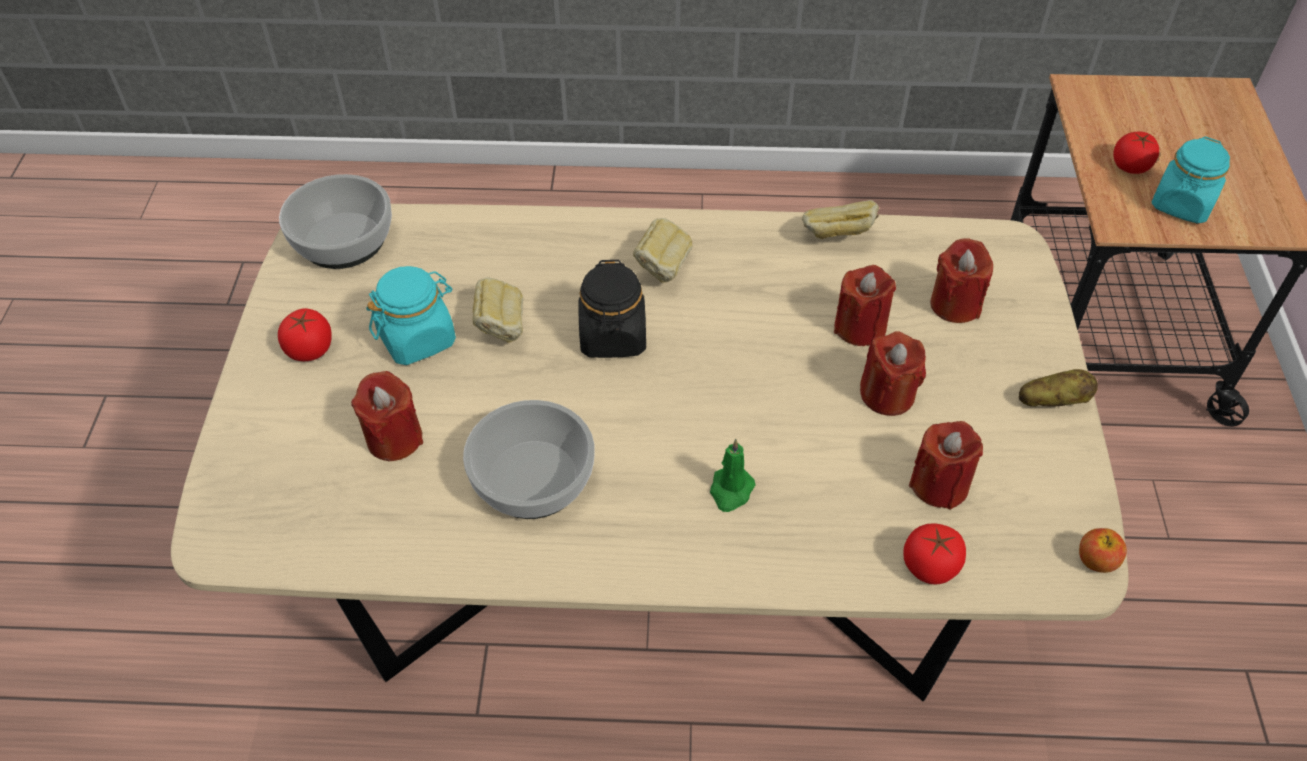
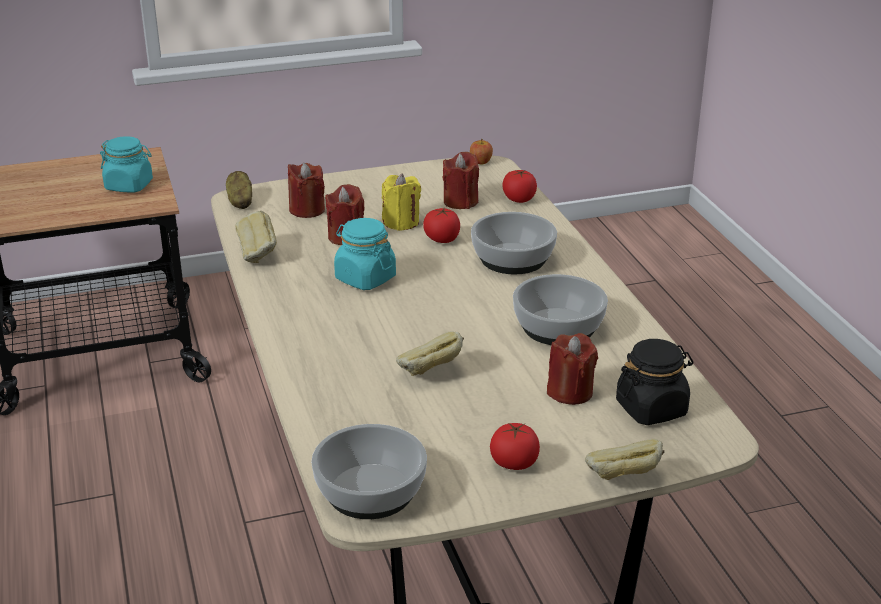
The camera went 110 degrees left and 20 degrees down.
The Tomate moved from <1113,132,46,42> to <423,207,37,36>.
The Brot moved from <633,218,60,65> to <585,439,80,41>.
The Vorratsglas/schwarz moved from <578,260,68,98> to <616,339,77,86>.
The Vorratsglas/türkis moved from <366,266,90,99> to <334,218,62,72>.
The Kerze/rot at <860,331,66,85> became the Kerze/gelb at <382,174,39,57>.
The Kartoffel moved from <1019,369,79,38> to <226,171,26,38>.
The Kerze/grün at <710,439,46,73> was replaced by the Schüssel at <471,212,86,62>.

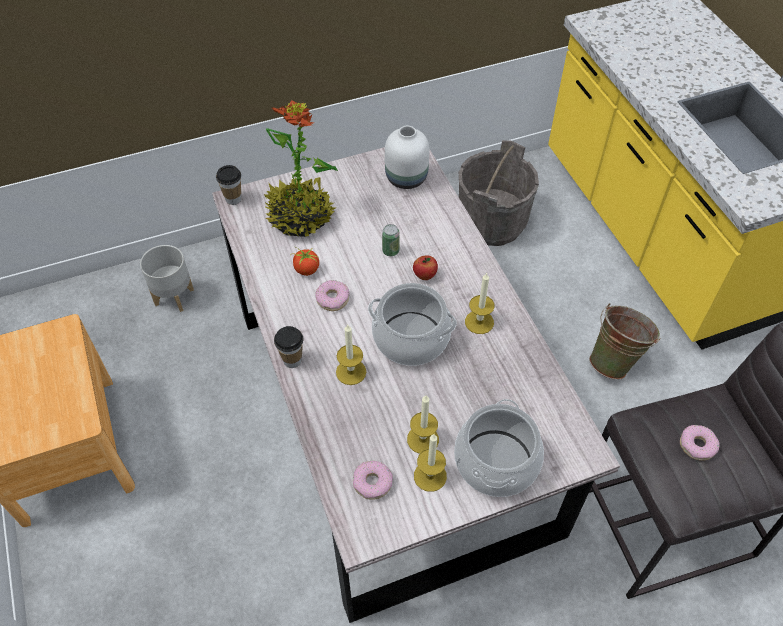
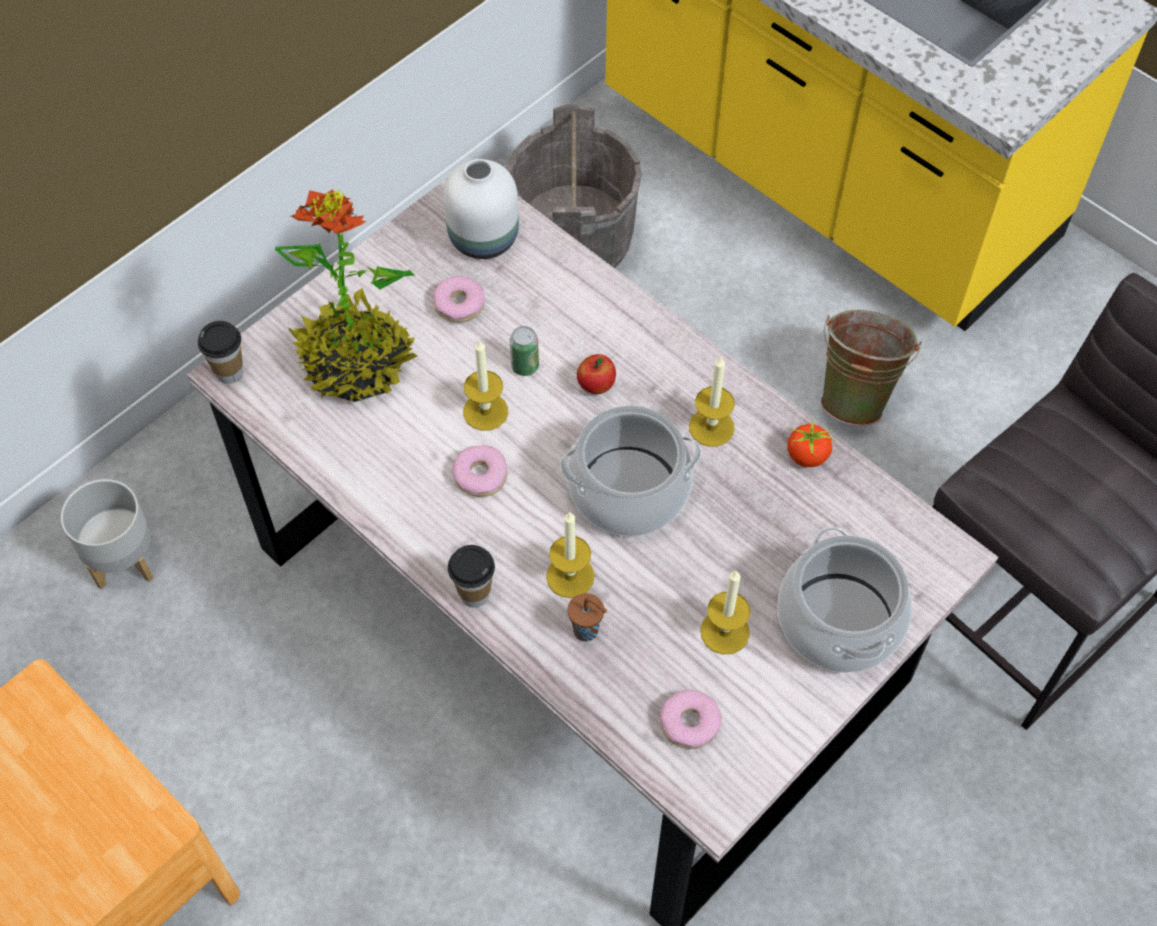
The camera went 25 degrees left and 5 degrees up.
The Tomate moved from <290,246,29,30> to <787,418,48,49>.
The Donut moved from <680,425,39,36> to <433,276,52,47>.
The Kerze moved from <414,434,33,58> to <463,340,45,91>.
The Tasse/braun at <568,593,39,49> appeared.

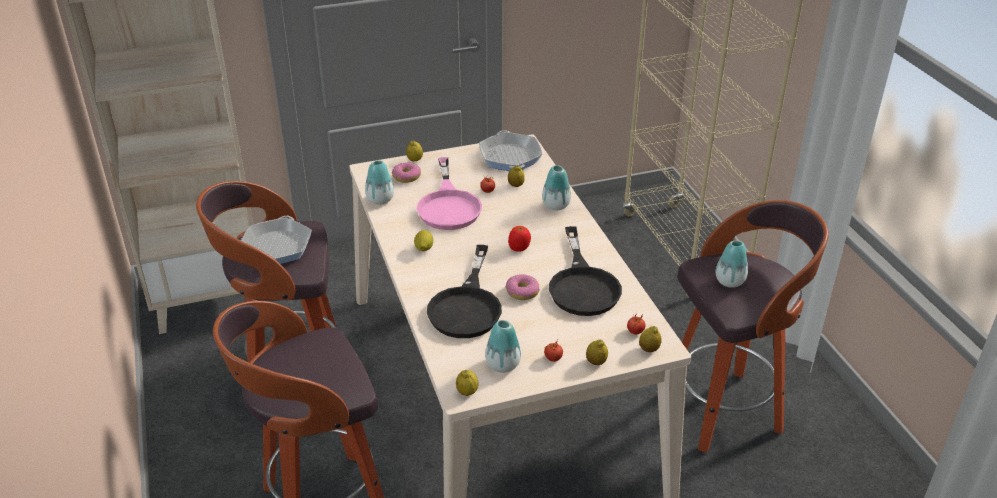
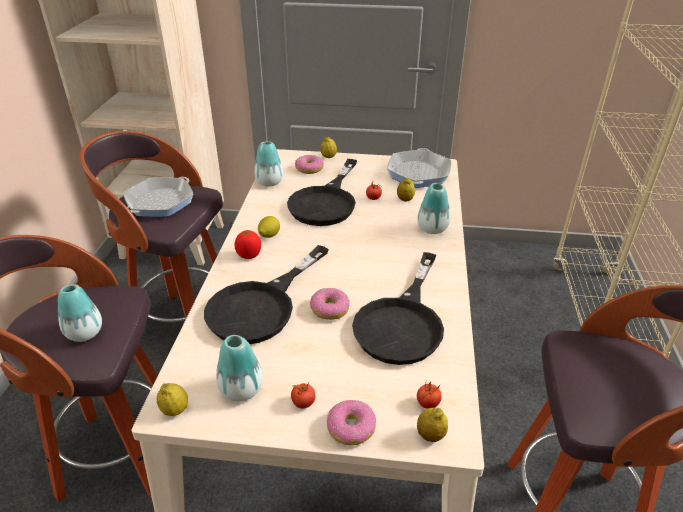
The camera went 25 degrees right and 0 degrees up.
The Pfanne/rosa at <417,157,65,73> became the Pfanne/schwarz at <287,159,70,67>.
The Tomate moved from <508,226,23,26> to <234,230,27,29>.
The Vase moved from <716,240,32,48> to <58,284,44,58>.
The Zitrone at <586,339,22,26> was replaced by the Donut at <327,400,49,45>.

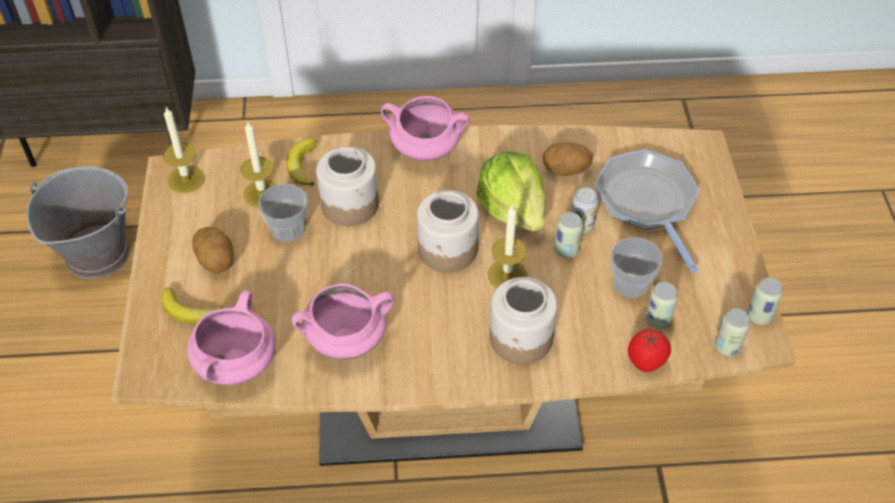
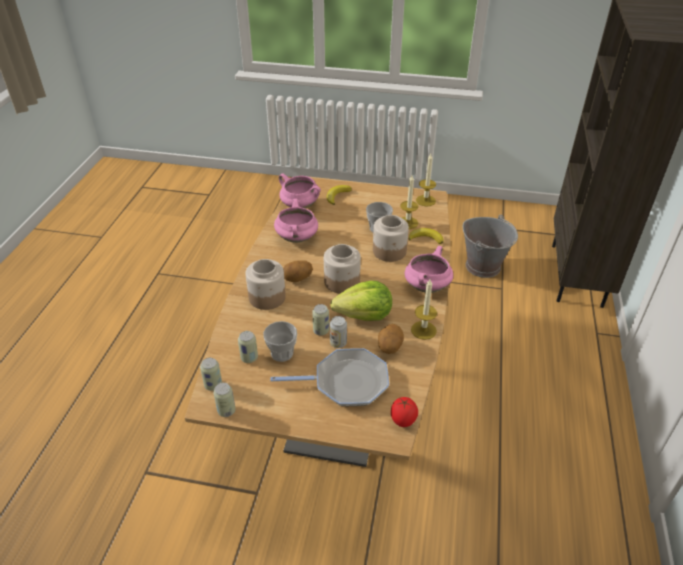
The camera went 105 degrees right and 10 degrees down.
The Kerze moved from <488,204,39,84> to <411,279,26,61>.
The Kartoffel moved from <192,227,42,47> to <283,260,30,22>.
The Tomate moved from <628,329,43,43> to <391,397,27,30>.

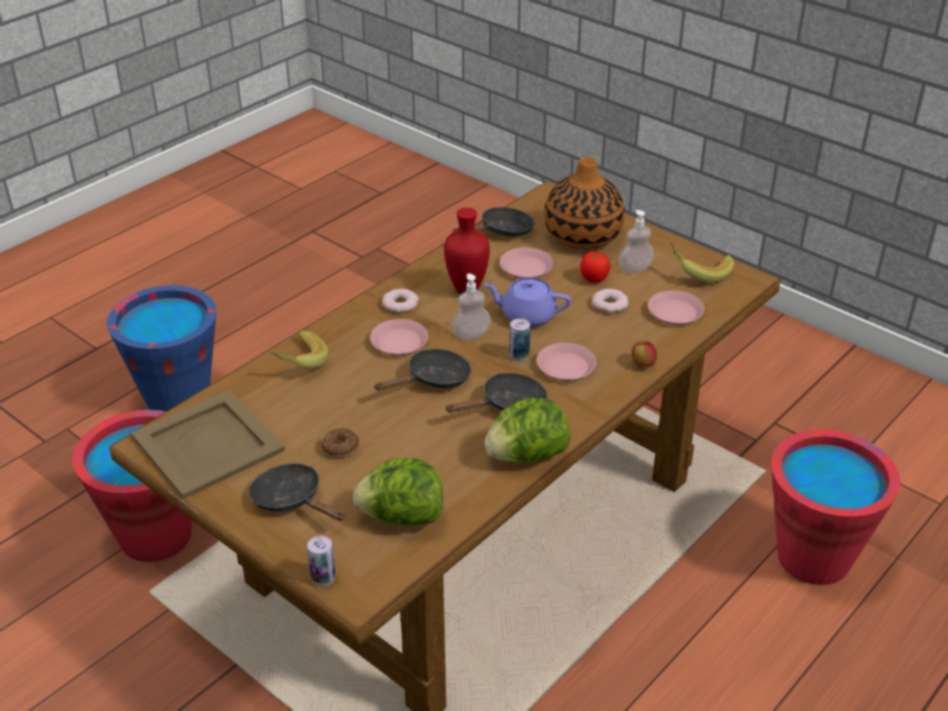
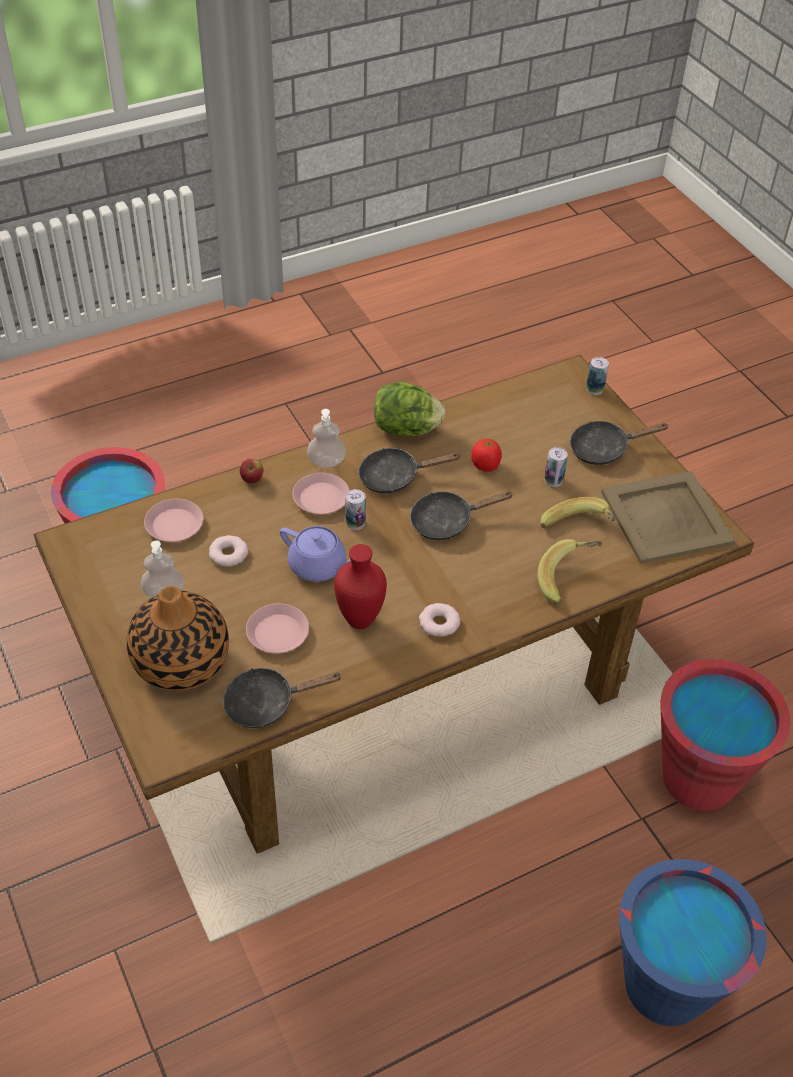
The camera went 160 degrees left and 10 degrees up.
The Banane moved from <670,243,64,40> to <540,497,76,31>.
The Tomate moved from <580,252,30,31> to <471,439,31,33>.
The Seifenspender moved from <452,273,39,67> to <307,409,39,58>.
The Teller/rosa at <370,319,58,37> disappeared.
The Donut at <321,428,38,30> was replaced by the Dose at <544,447,24,40>.
The Salatkopf at <353,458,90,68> disappeared.
The Pfanne/schwarz at <249,463,96,58> turned 105 degrees clockwise.

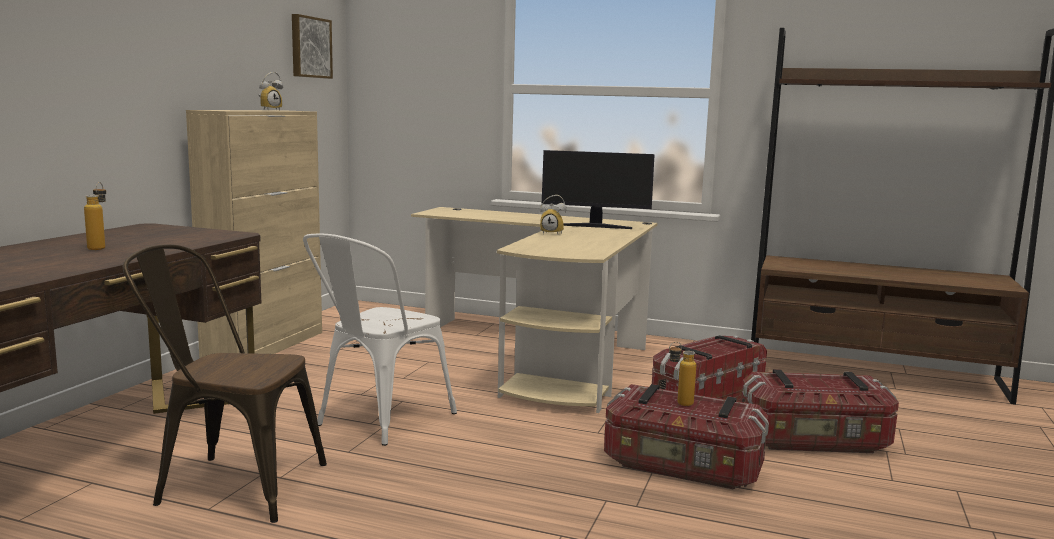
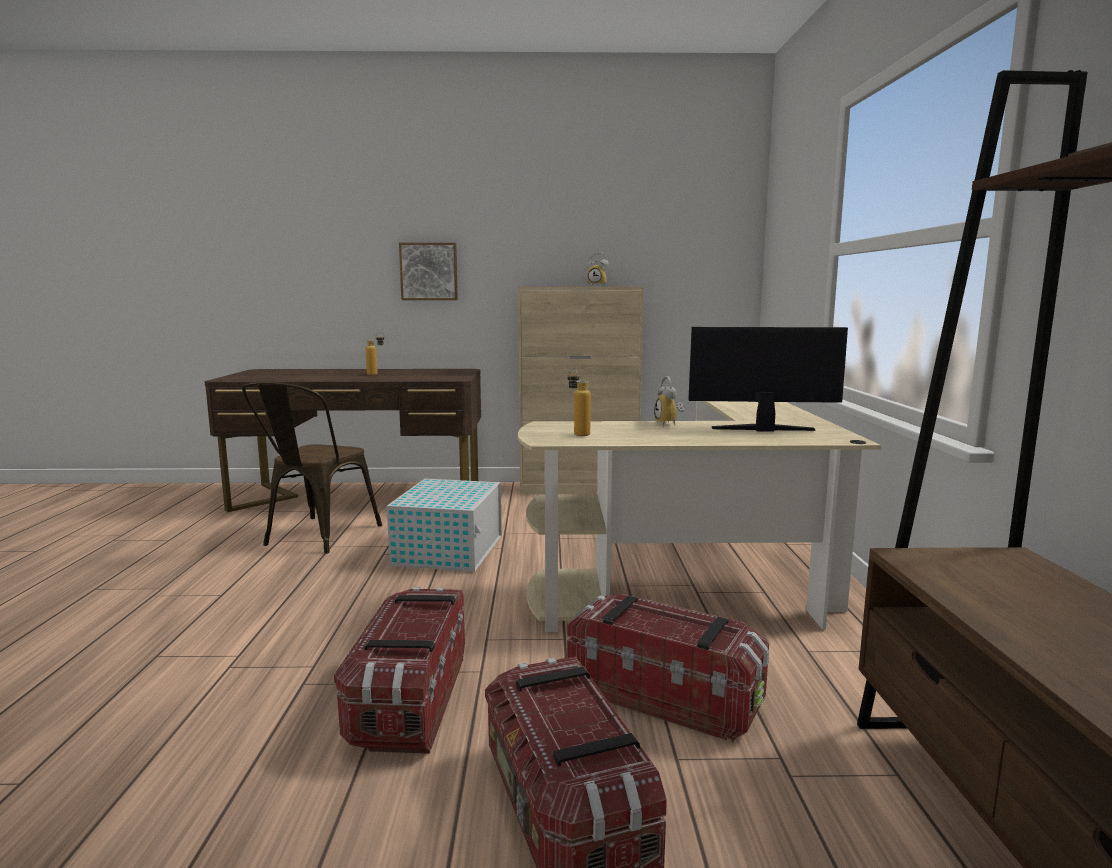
The camera went 70 degrees right and 0 degrees up.
The Bild moved from <292,14,41,65> to <399,243,59,57>.
The Monitor at <542,150,113,79> turned 105 degrees clockwise.
The Stuhl/weiß at <303,234,154,212> was replaced by the Aufbewahrungsbox/weiß at <387,479,115,93>.
The Stuhl/braun at <123,244,204,279> turned 150 degrees counterclockwise.
The Flasche moved from <669,342,27,64> to <568,368,23,68>.

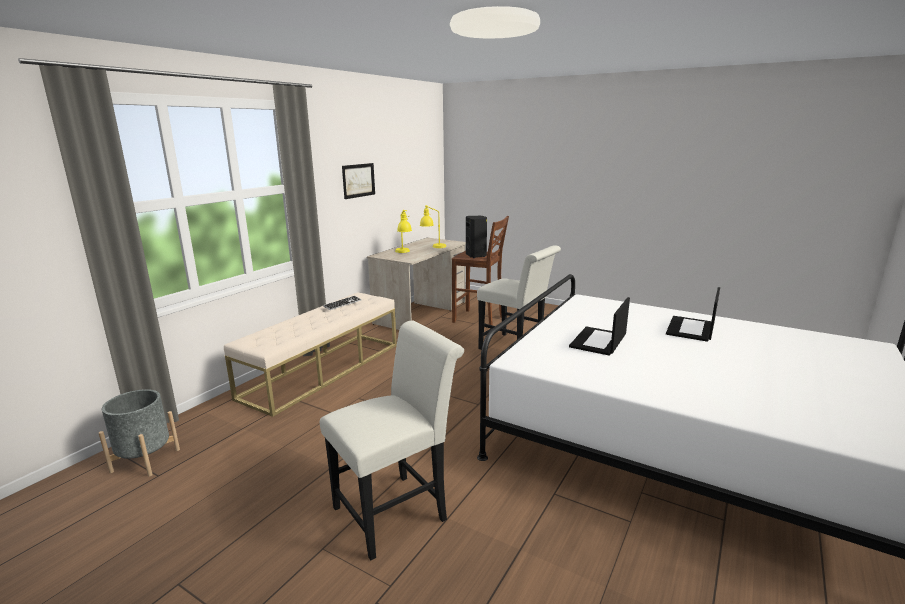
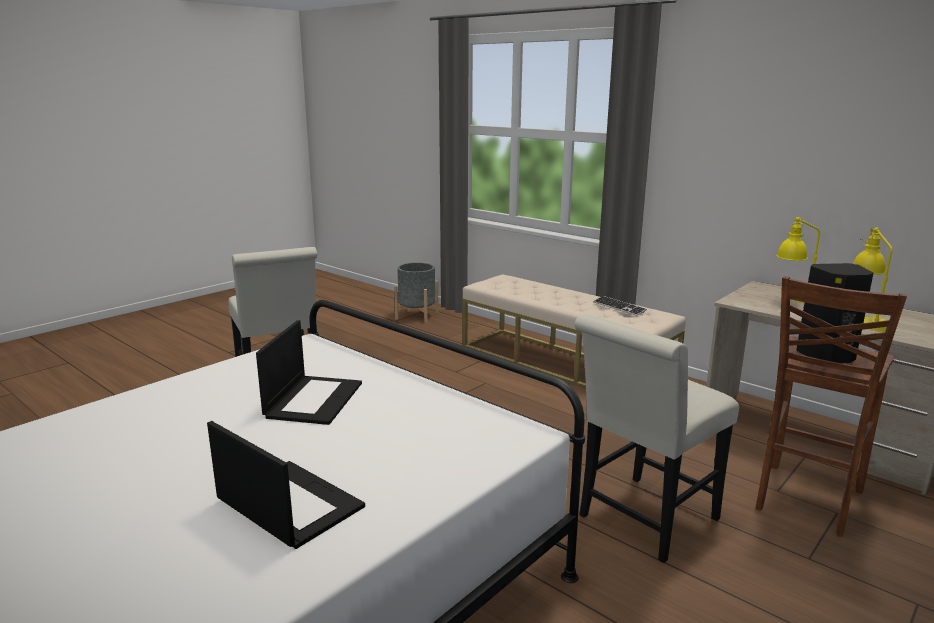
The camera went 100 degrees right and 0 degrees up.
The Bild at <342,163,33,36> disappeared.
The Laptop at <569,297,61,59> turned 60 degrees clockwise.

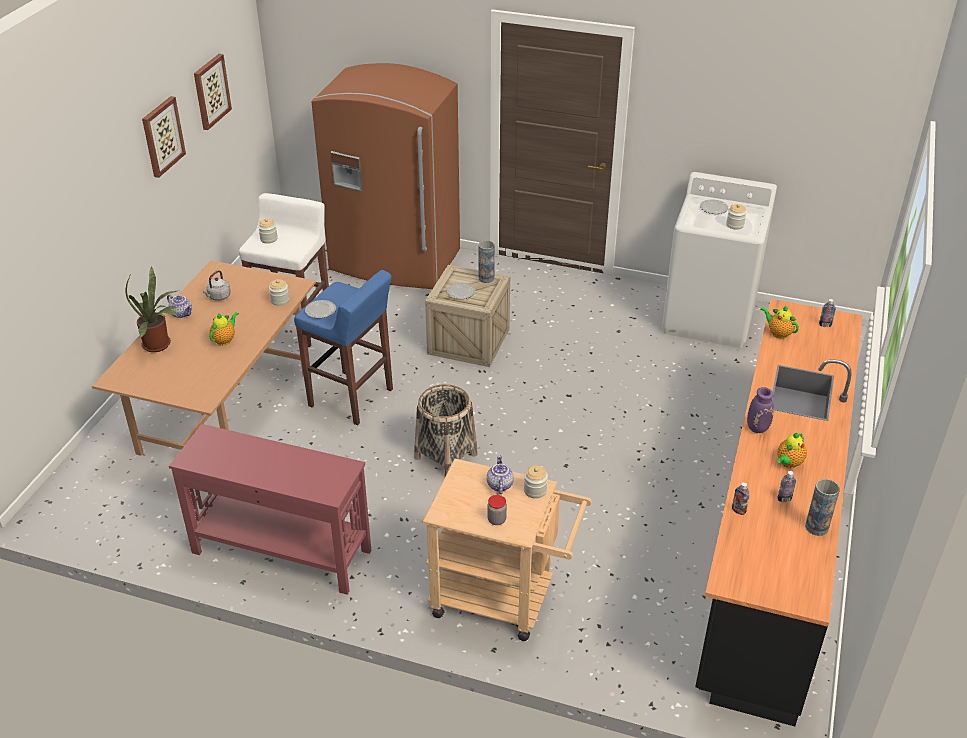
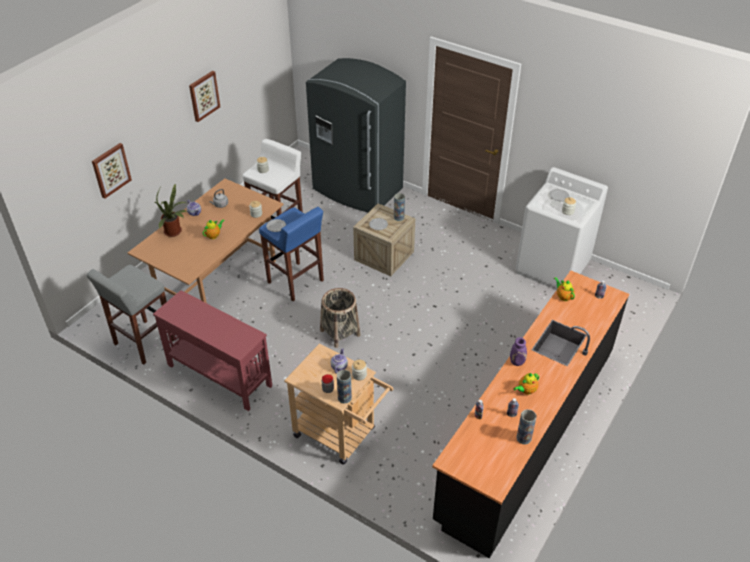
The camera went 15 degrees right and 5 degrees up.
The Bild moved from <194,54,38,76> to <92,143,40,56>.
The Kühlschrank/braun at <311,63,149,226> became the Kühlschrank/grau at <306,58,100,154>.
The Hocker/grau at <87,265,87,100> appeared.
The Vase at <337,370,15,34> appeared.

